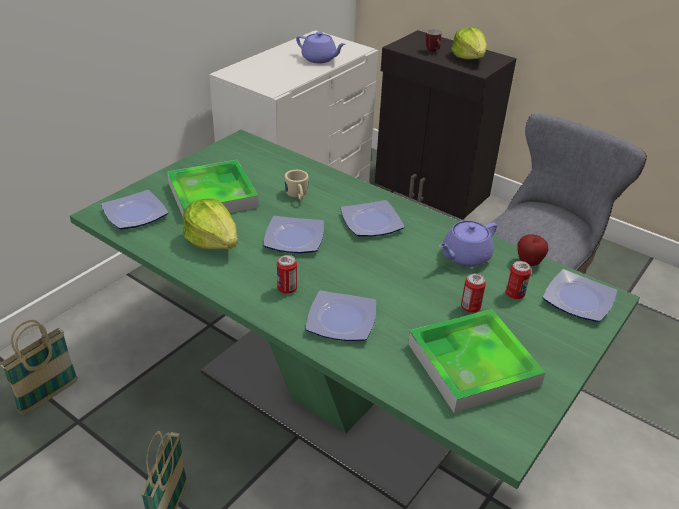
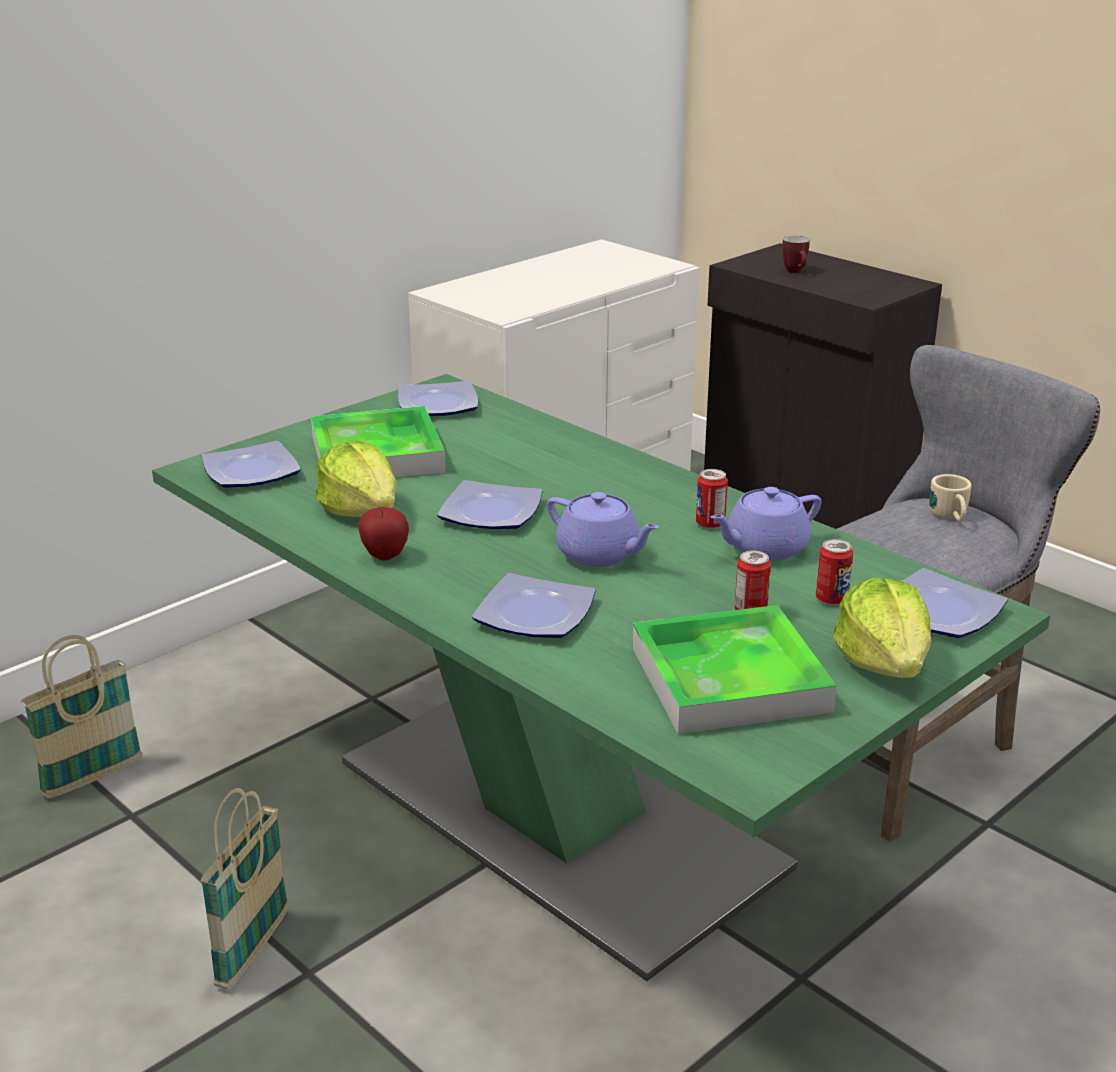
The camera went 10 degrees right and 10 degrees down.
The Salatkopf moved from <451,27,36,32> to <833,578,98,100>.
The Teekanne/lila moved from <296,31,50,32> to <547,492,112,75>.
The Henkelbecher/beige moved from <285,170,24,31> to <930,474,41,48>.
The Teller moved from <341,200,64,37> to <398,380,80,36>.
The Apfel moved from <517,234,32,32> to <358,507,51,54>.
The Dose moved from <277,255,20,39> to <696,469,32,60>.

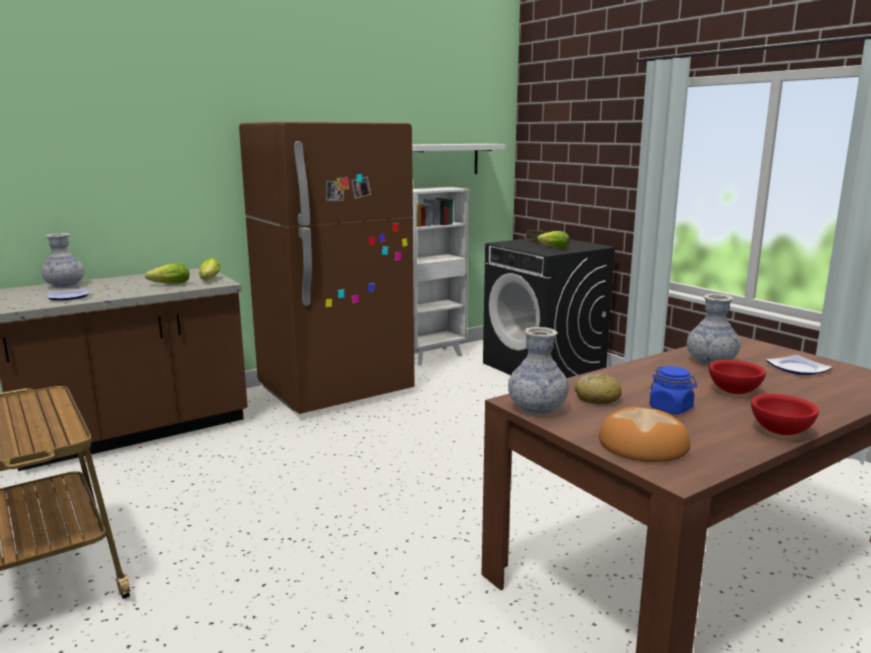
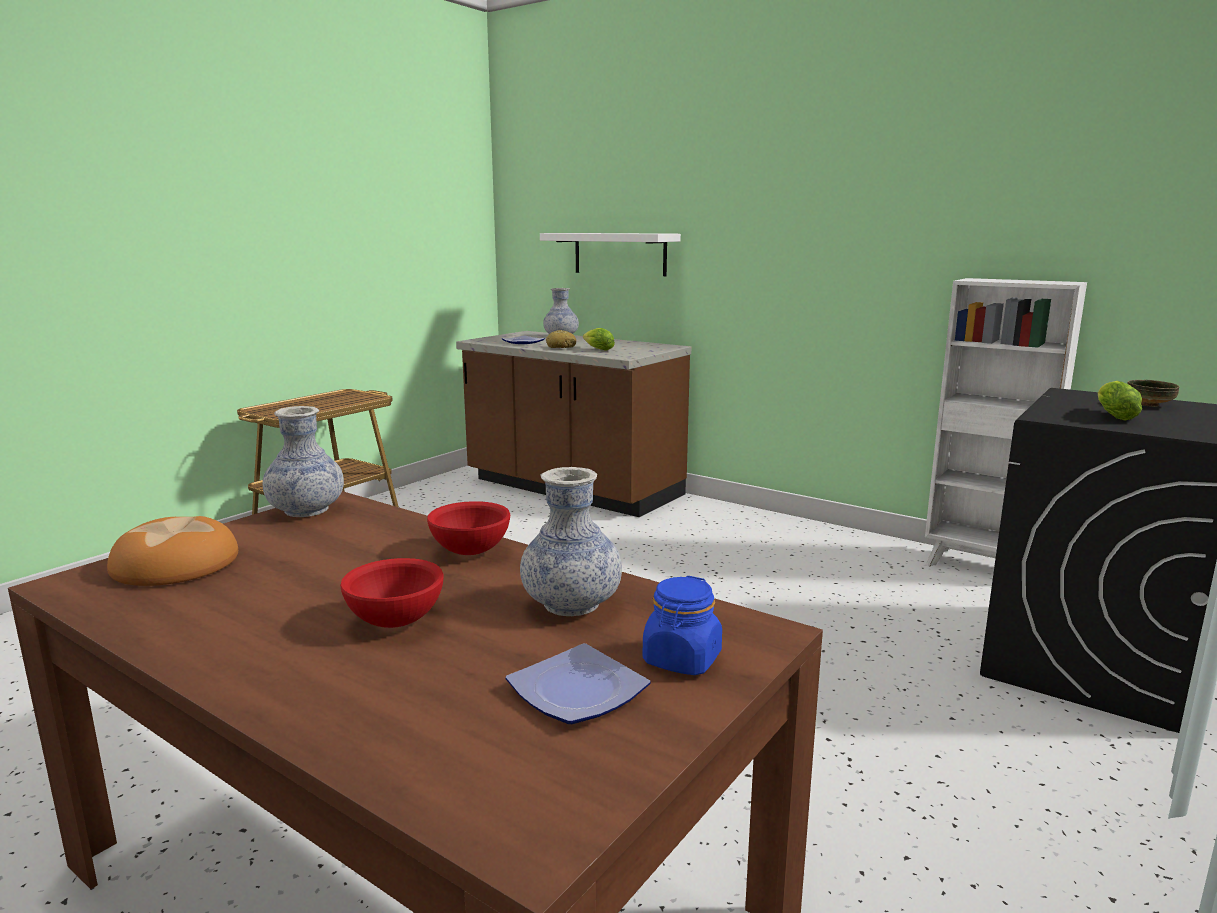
The camera went 70 degrees right and 0 degrees up.
The Kühlschrank/braun at <239,122,175,292> disappeared.
The Wandregal/weiß moved from <412,144,93,30> to <540,233,141,43>.
The Salatkopf at <199,258,22,22> disappeared.
The Vorratsglas/blau moved from <650,366,47,48> to <642,576,80,99>.
The Brot moved from <575,373,47,31> to <546,330,30,18>.
The Schüssel/rot moved from <751,394,68,41> to <427,501,83,54>.

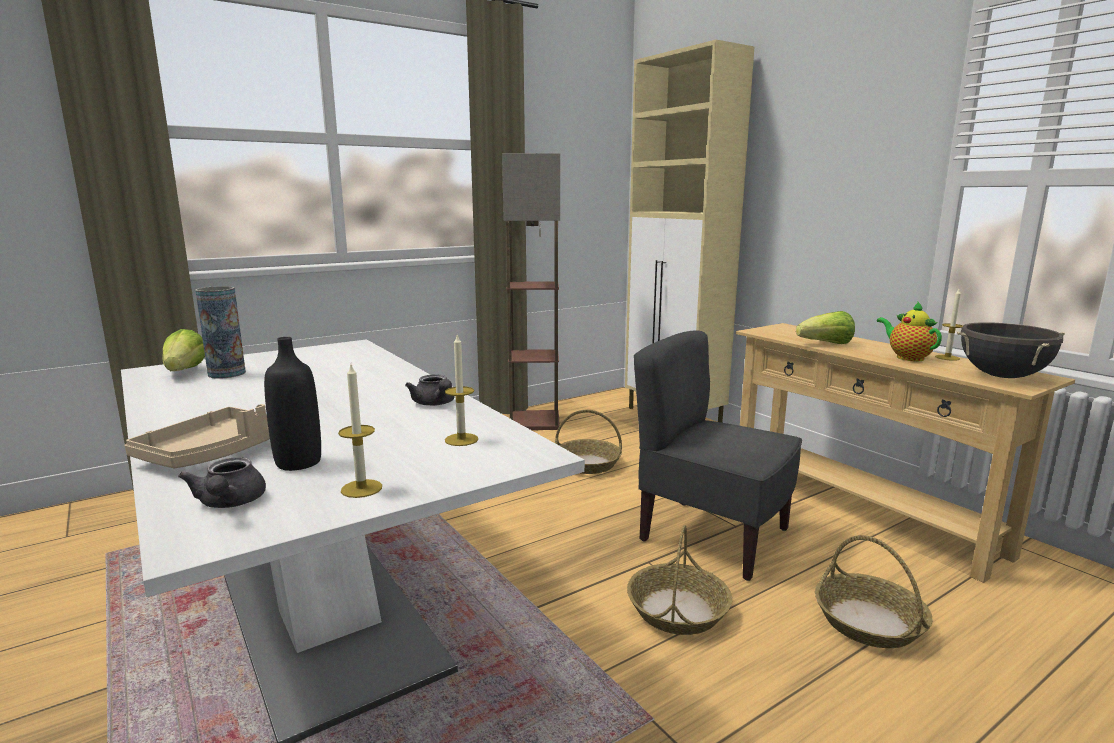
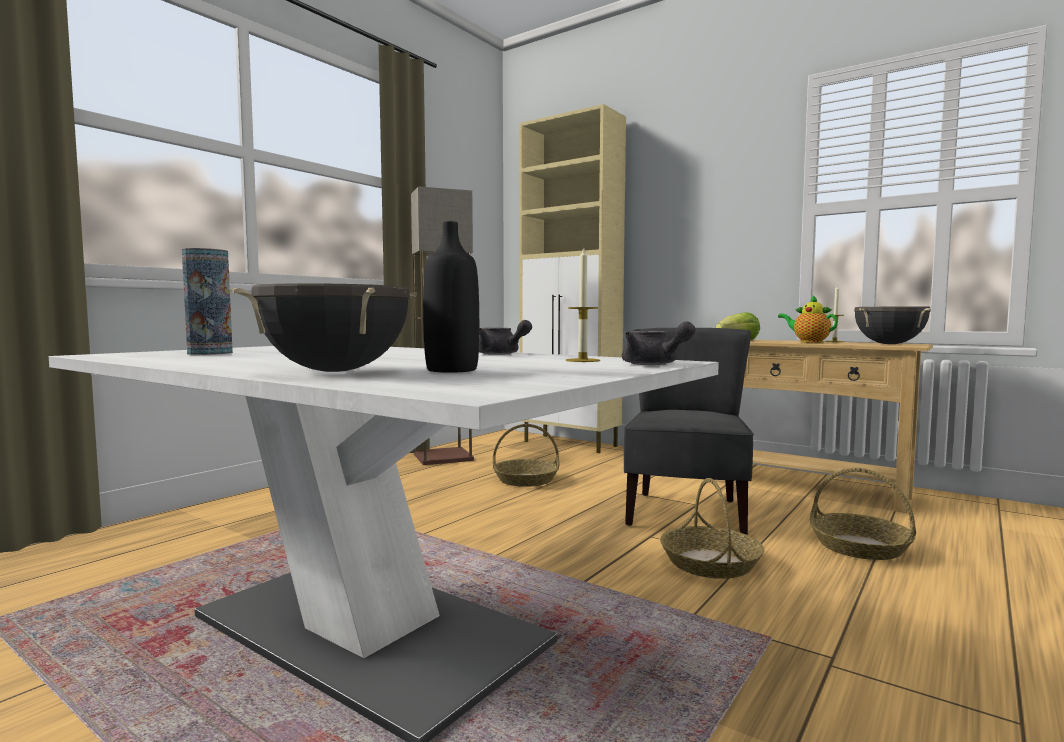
The camera went 20 degrees left and 10 degrees down.
The Salatkopf at <162,329,43,42> disappeared.
The Stuhl/grau at <634,331,168,250> turned 90 degrees clockwise.
The Kerze at <338,365,44,133> disappeared.
The Tablett/beige at <125,404,145,64> was replaced by the Kochtopf/schwarz at <232,283,185,89>.
The Teekanne/grau moved from <178,457,88,51> to <622,321,74,44>.

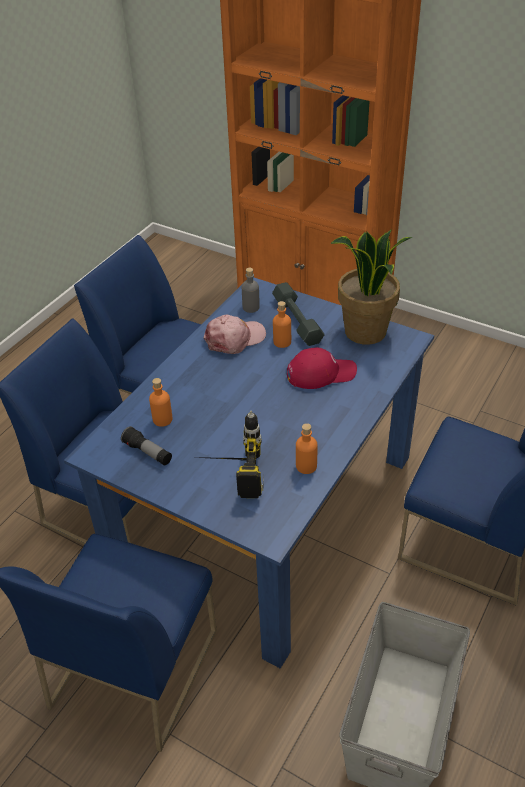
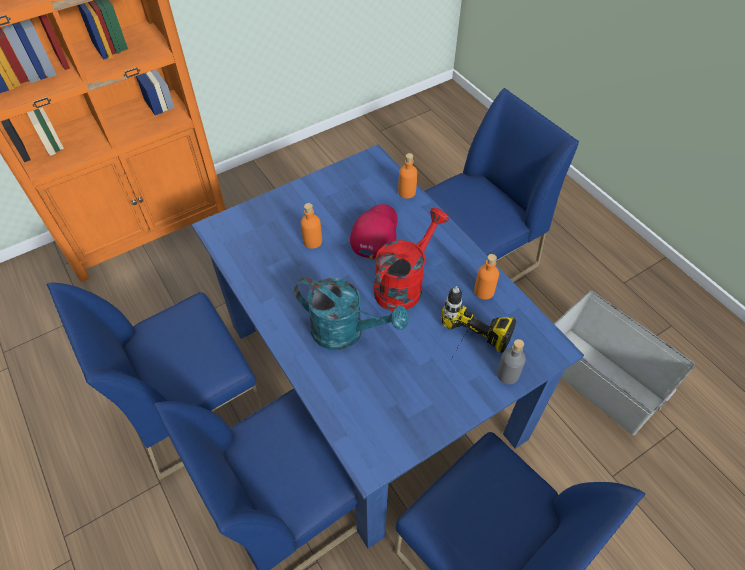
The camera went 65 degrees left and 10 degrees up.
The Topfpflanze at <331,229,81,116> disappeared.
The Flasche/grau moved from <242,268,18,45> to <497,339,29,45>.
The Hantel/grau at <272,282,53,64> disappeared.
The Kappe/rosa at <204,315,62,39> disappeared.
The Flasche/orange moved from <149,378,24,49> to <398,153,20,46>.
The Taschenlampe at <121,426,51,39> disappeared.
The Gießkanne/rot at <373,208,76,103> appeared.
The Gießkanne/türkis at <294,278,115,72> appeared.

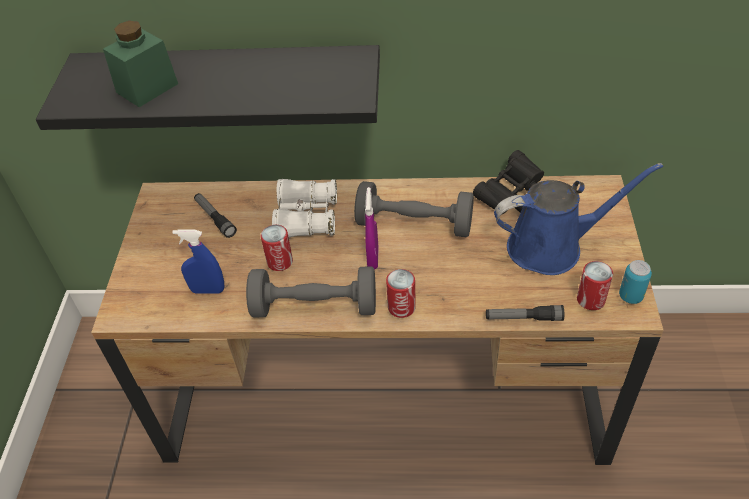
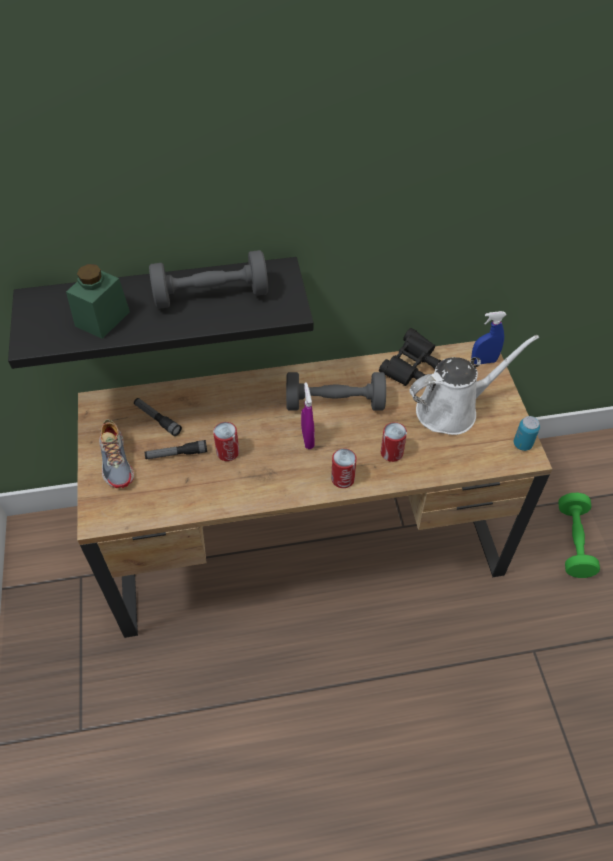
The camera went 15 degrees left and 5 degrees up.
The Gießkanne/blau at <494,163,169,112> became the Gießkanne/weiß at <410,335,129,100>.
The Fernglas/weiß at <272,179,65,59> disappeared.
The Sprühflasche/blau moved from <172,229,53,65> to <471,311,35,53>.
The Dose moved from <577,261,36,49> to <381,422,26,40>.
The Hantel/grau moved from <246,266,130,51> to <149,250,119,59>.
The Taschenlampe moved from <486,305,78,16> to <145,440,62,19>.
The Schuh at <99,419,35,70> appeared.
The Hantel/grün at <558,493,42,85> appeared.

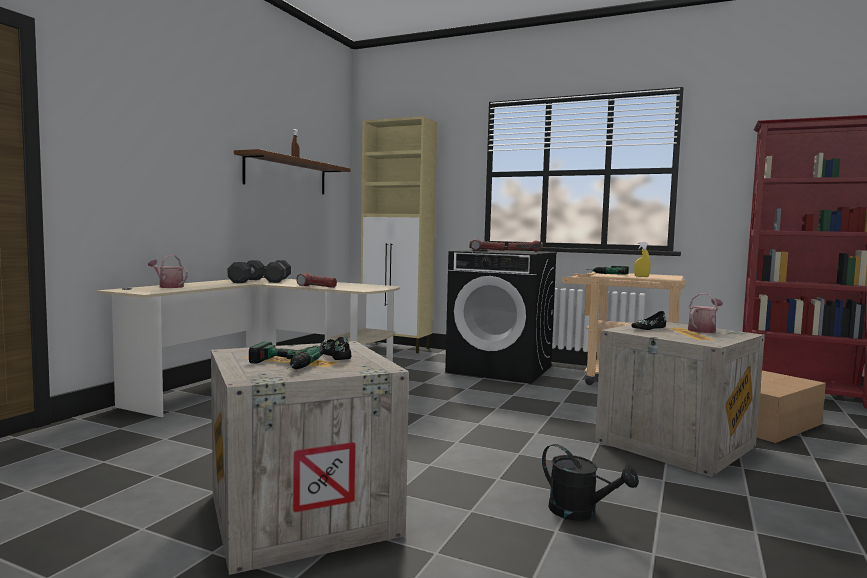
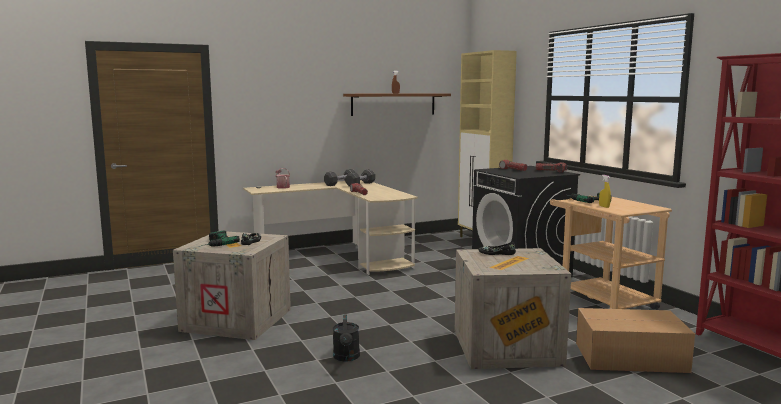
The camera went 40 degrees right and 5 degrees up.
The Gießkanne at <688,293,35,40> disappeared.

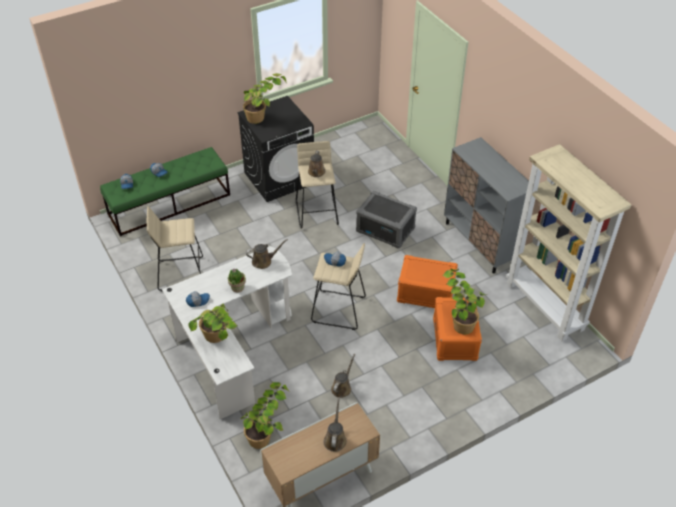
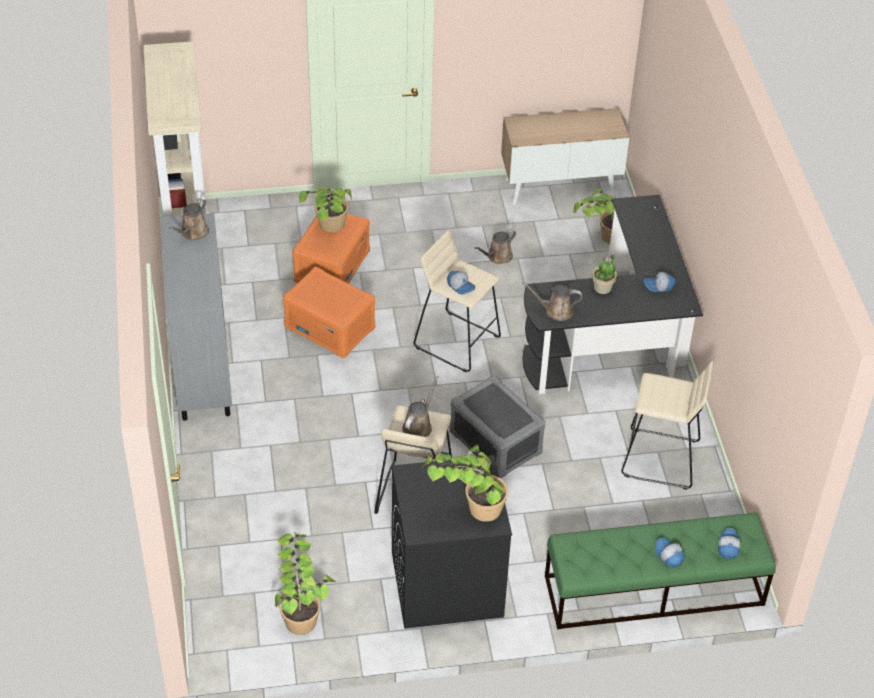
The camera went 160 degrees left and 0 degrees up.
The Aufbewahrungsbox/grau moved from <356,191,61,58> to <450,376,96,102>.
The Schreibtisch/weiß at <162,246,130,173> became the Schreibtisch/schwarz at <523,195,180,199>.
The Topfpflanze moved from <188,304,49,39> to <275,532,61,103>.
The Gießkanne/braun moved from <323,397,24,55> to <169,199,40,41>.

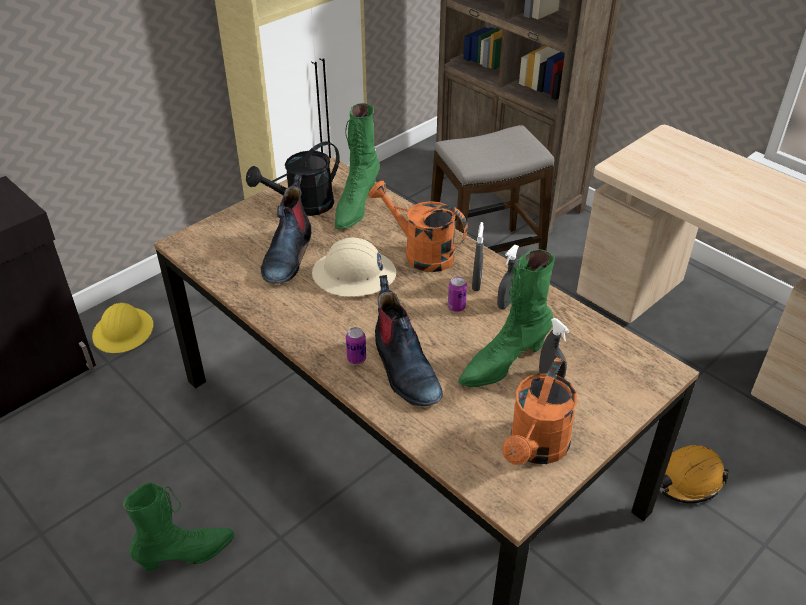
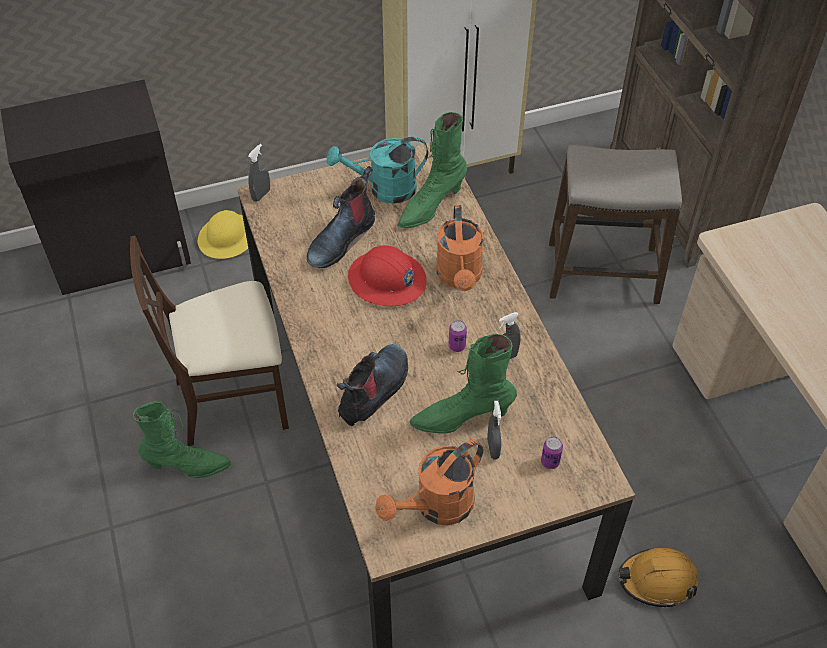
The camera went 25 degrees right and 10 degrees up.
The Gießkanne/schwarz at <246,141,94,75> became the Gießkanne/türkis at <327,137,101,67>.
The Gießkanne/orange at <369,181,99,91> turned 150 degrees counterclockwise.
The Sprühflasche/grau moved from <472,222,12,69> to <248,144,22,58>.
The Schutzhelm/beige at <312,238,84,59> became the Schutzhelm/rot at <348,246,79,60>.
The Stiefel at <375,275,68,131> turned 150 degrees counterclockwise.
The Dose moved from <346,327,20,37> to <541,436,22,33>.
The Stuhl/beige at <130,235,159,211> appeared.

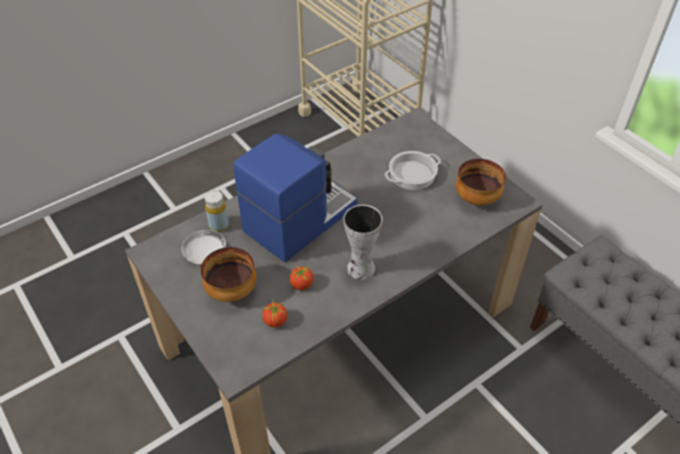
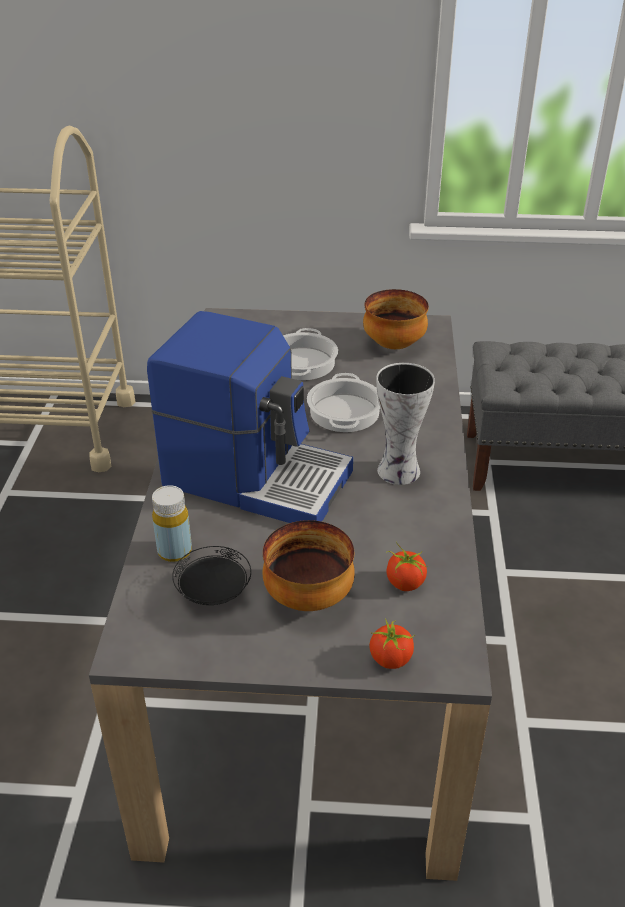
The camera went 50 degrees left and 10 degrees down.
The Kaffeemaschine at <233,133,124,129> turned 120 degrees clockwise.
The Teller/weiß at <182,230,44,35> became the Teller/schwarz at <172,546,79,59>.
The Tomate moved from <288,265,26,25> to <369,618,47,51>.
The Kochtopf at <307,373,73,59> appeared.

